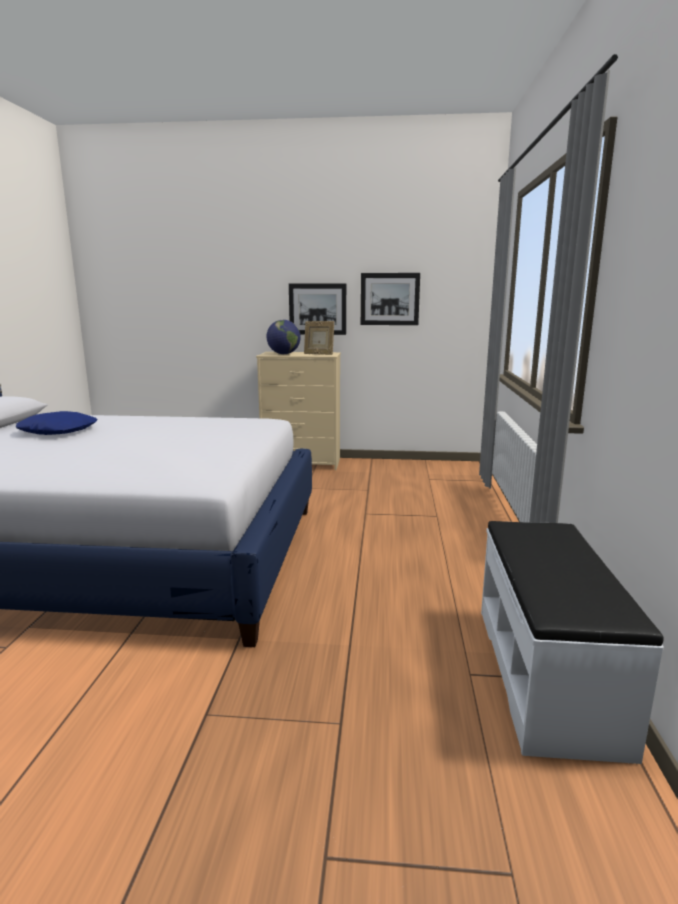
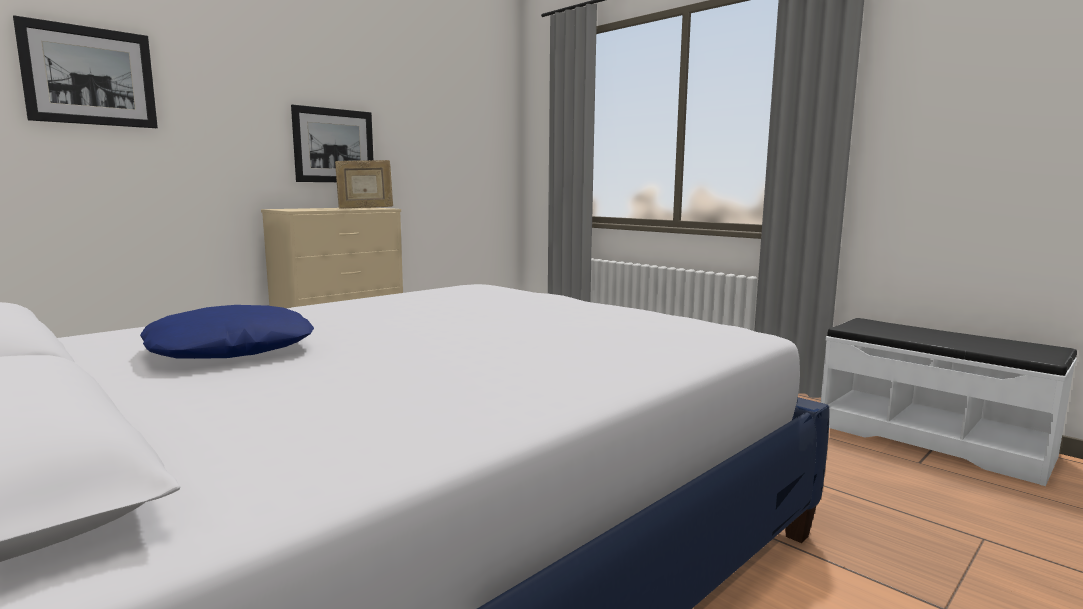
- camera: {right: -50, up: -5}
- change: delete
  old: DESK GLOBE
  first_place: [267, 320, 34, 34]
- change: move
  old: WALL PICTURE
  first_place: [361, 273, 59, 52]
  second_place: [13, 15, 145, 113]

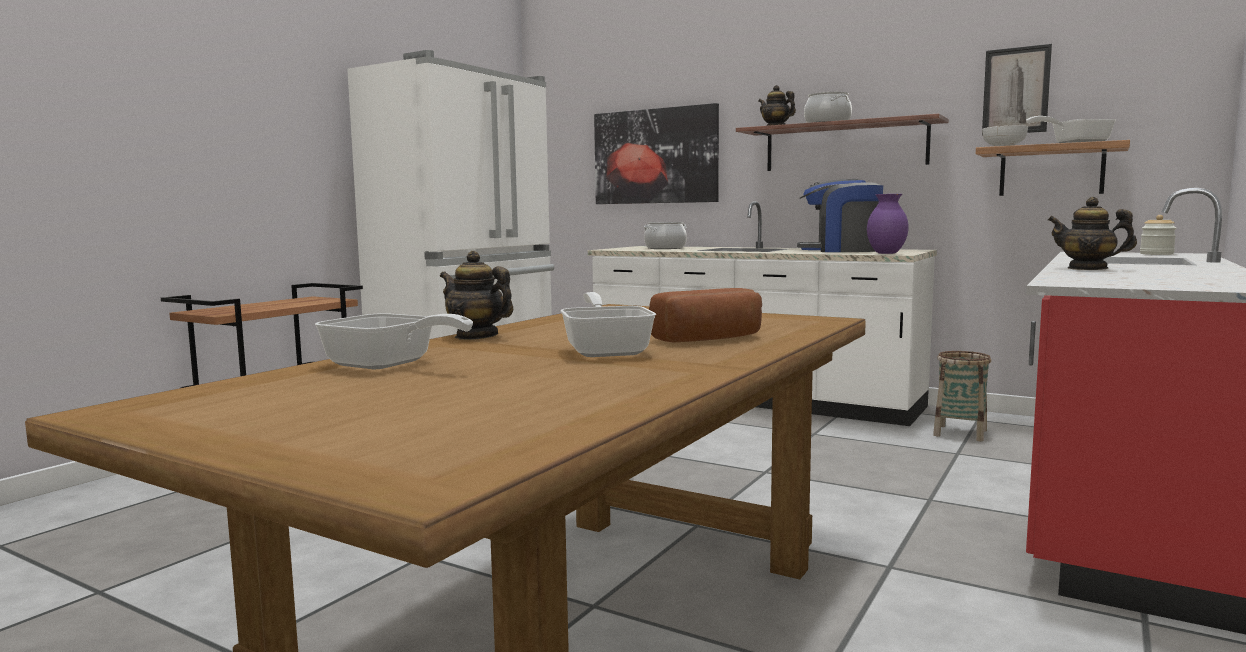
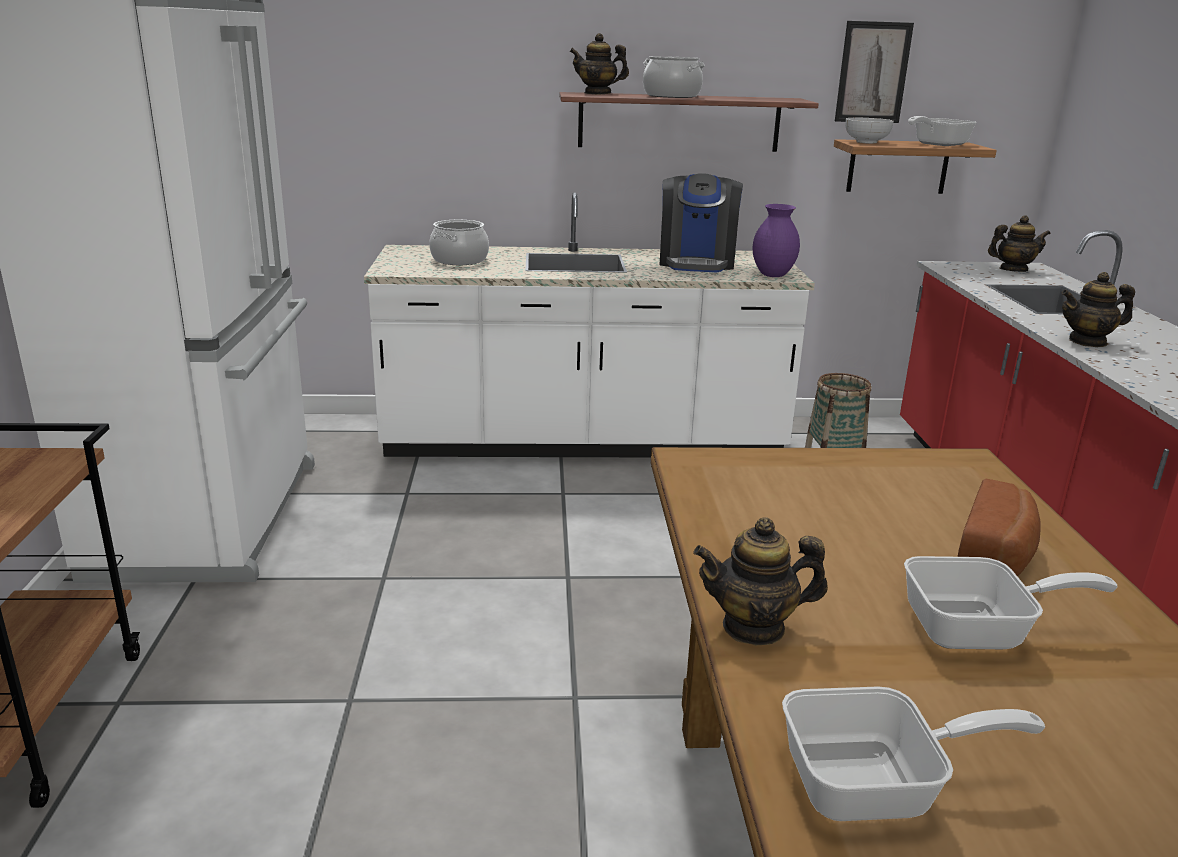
- camera: {right: -35, up: 15}
- change: delete
  old: WALL PICTURE
  first_place: [594, 103, 125, 101]
- change: replace
  old: JAR
  new: TEAPOT
  first_place: [1140, 215, 36, 40]
  second_place: [988, 215, 63, 57]
- change: rotate
  old: SKILLET
  first_place: [561, 292, 95, 65]
  second_place: [904, 556, 214, 93]
  degrees: 135
- change: rotate
  old: COFFEE MACHINE
  first_place: [797, 179, 86, 73]
  second_place: [660, 173, 83, 99]
  degrees: -60

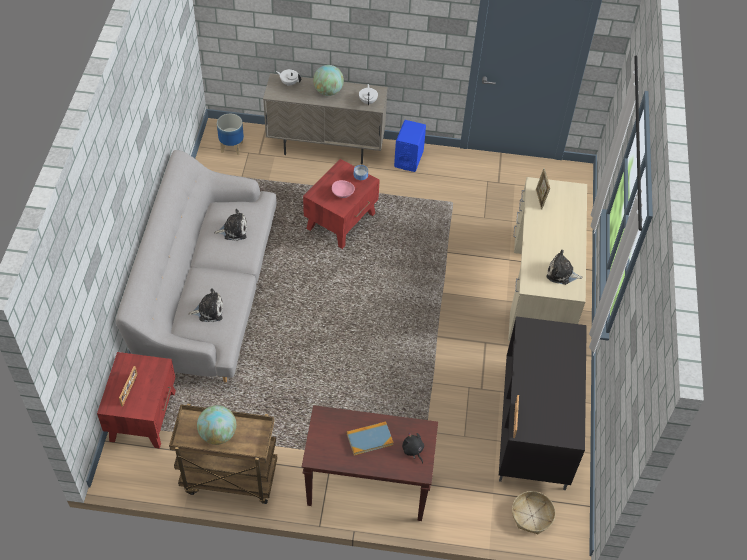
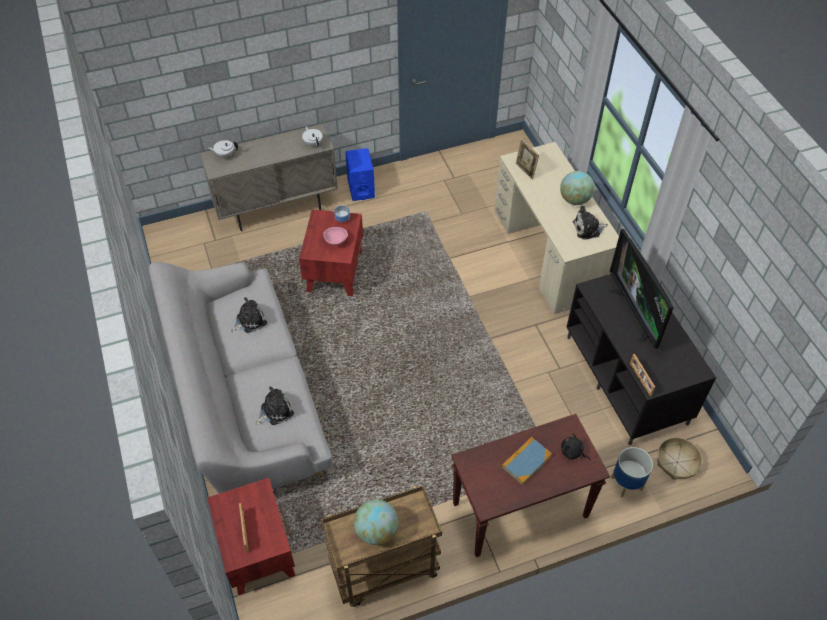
- camera: {right: -25, up: 0}
- change: insert
  new: TV
  second_place: [609, 229, 65, 120]
- change: move
  old: PLANTER
  first_place: [217, 114, 27, 41]
  second_place: [611, 447, 42, 50]
- change: move
  old: DESK GLOBE
  first_place: [313, 65, 31, 31]
  second_place: [560, 171, 35, 34]

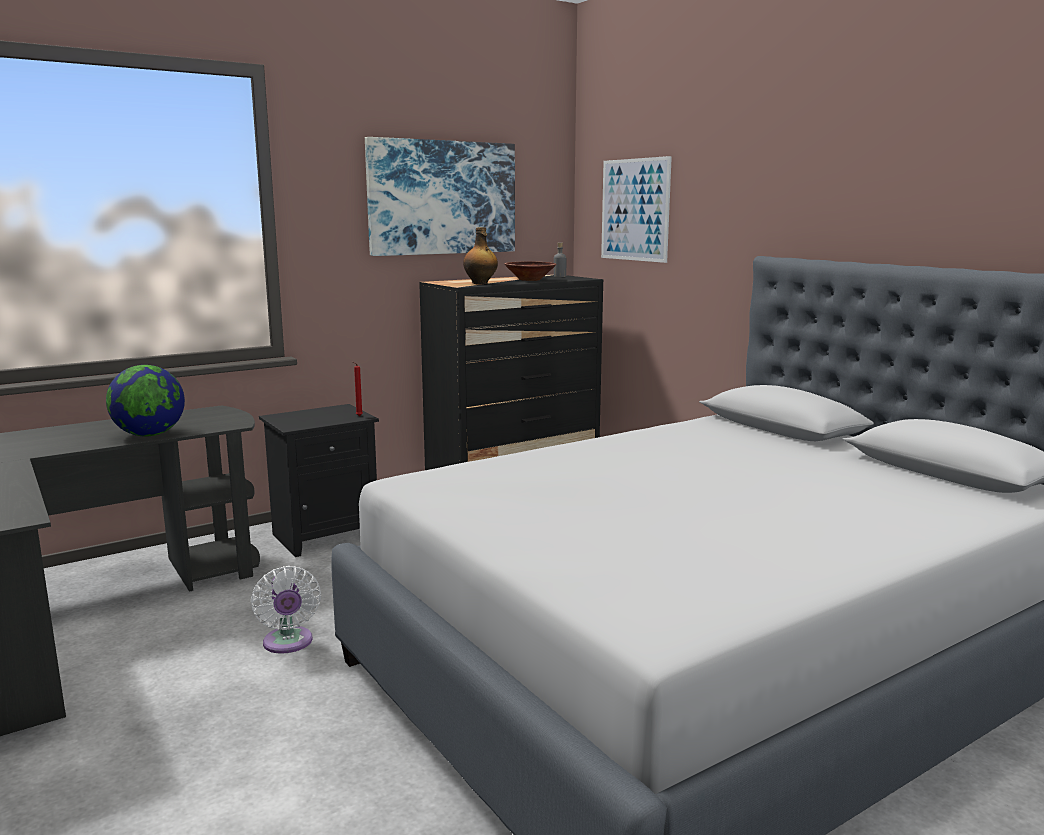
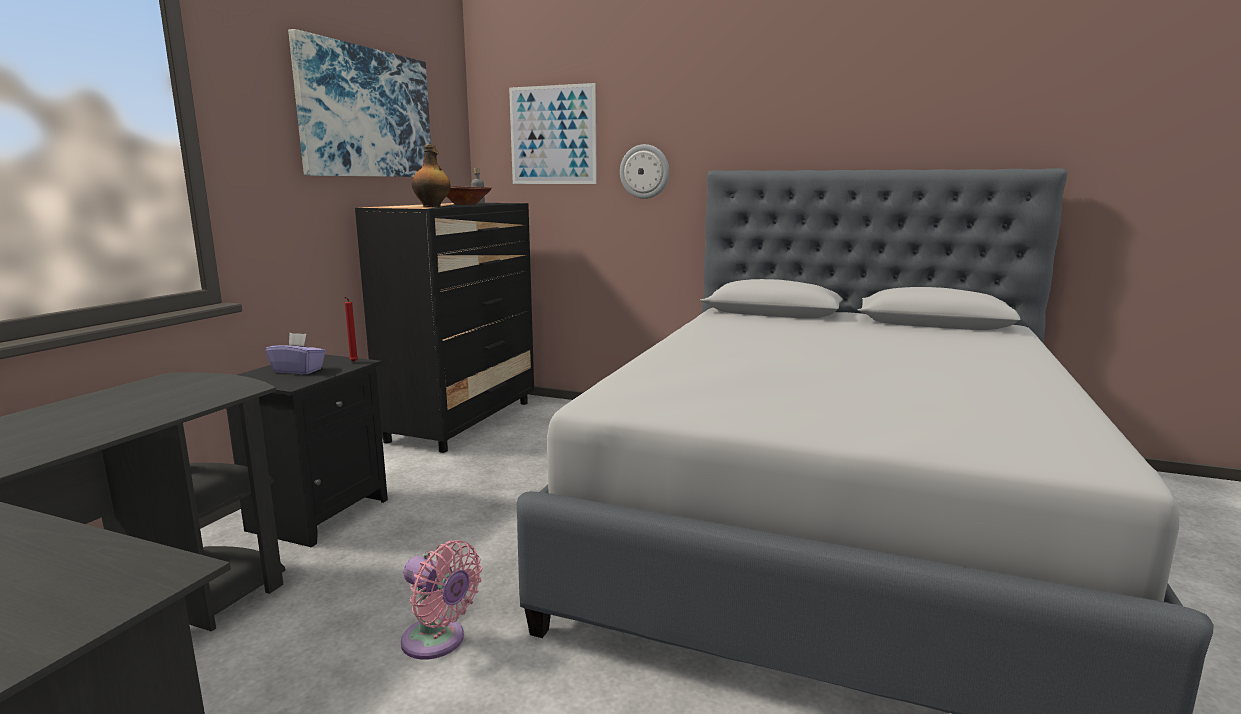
- camera: {right: -35, up: 0}
- change: delete
  old: DESK GLOBE
  first_place: [106, 365, 79, 72]
- change: insert
  new: PURPLISH TISSUE HOLDER
  second_place: [265, 333, 61, 41]
- change: insert
  new: WALL CLOCK
  second_place: [620, 144, 49, 55]
- change: recolor
  old: WHITISH ELECTRIC FAN
  new: PINK ELECTRIC FAN
  first_place: [251, 566, 70, 88]
  second_place: [401, 540, 81, 119]

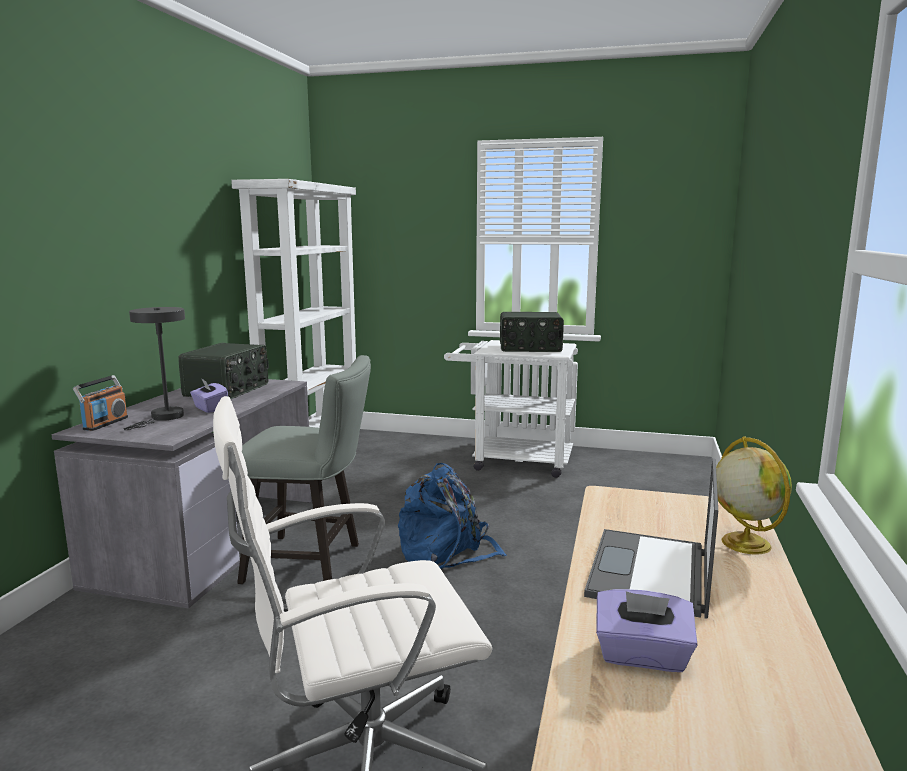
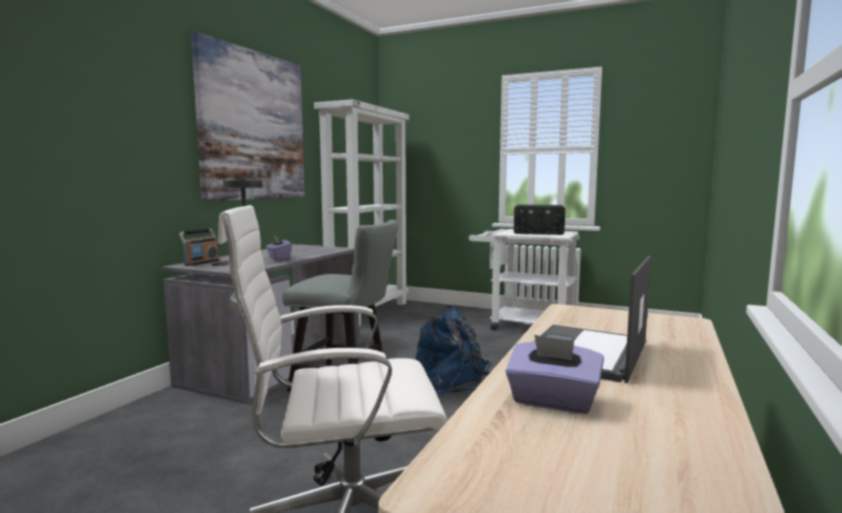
- camera: {right: 10, up: -5}
- change: delete
  old: RADIO
  first_place: [178, 343, 91, 56]
- change: delete
  old: DESK GLOBE
  first_place: [716, 436, 76, 118]
- change: insert
  new: WALL PICTURE
  second_place: [191, 32, 114, 169]

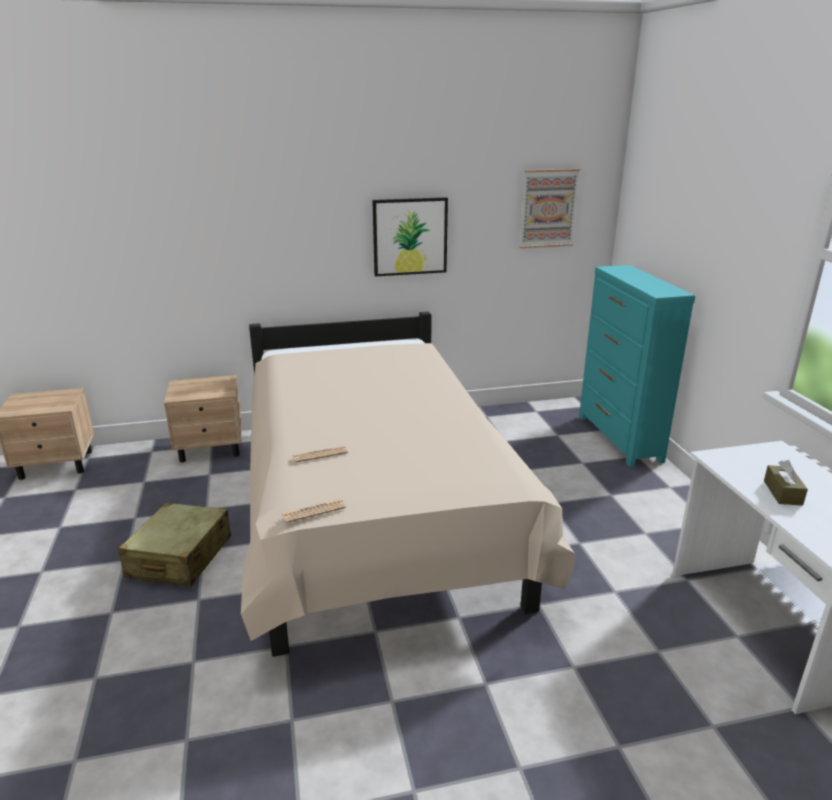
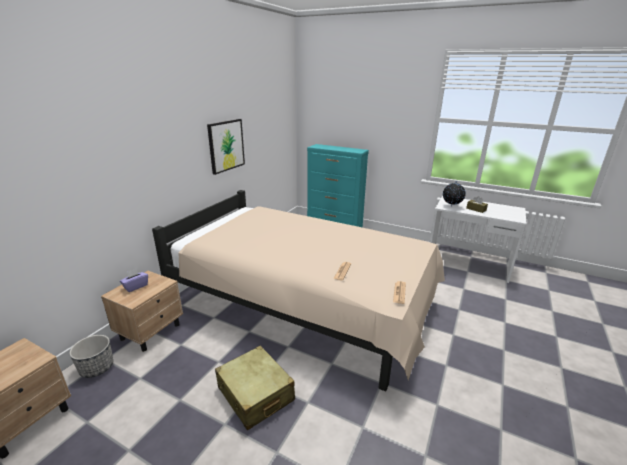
- camera: {right: -50, up: 0}
- change: delete
  old: WALL PICTURE
  first_place: [519, 169, 61, 79]
- change: insert
  new: PLANTER
  second_place: [69, 335, 45, 43]
- change: insert
  new: PURPLISH TISSUE HOLDER
  second_place: [120, 269, 28, 23]
- change: insert
  new: DESK GLOBE
  second_place: [443, 182, 23, 25]

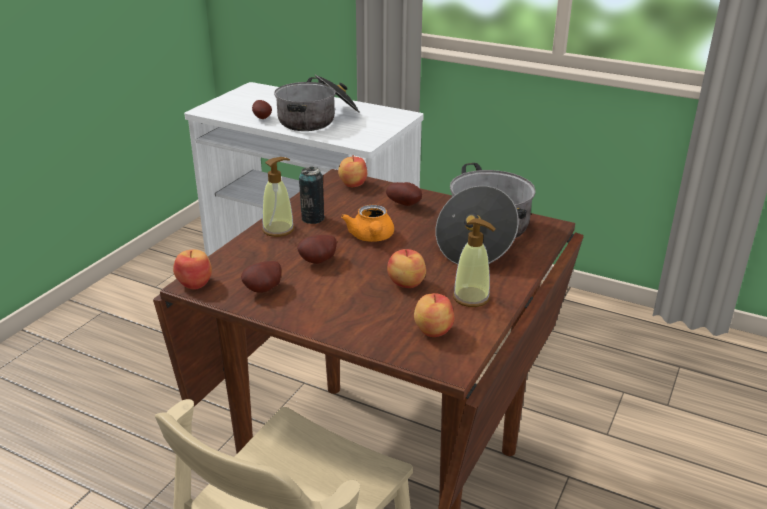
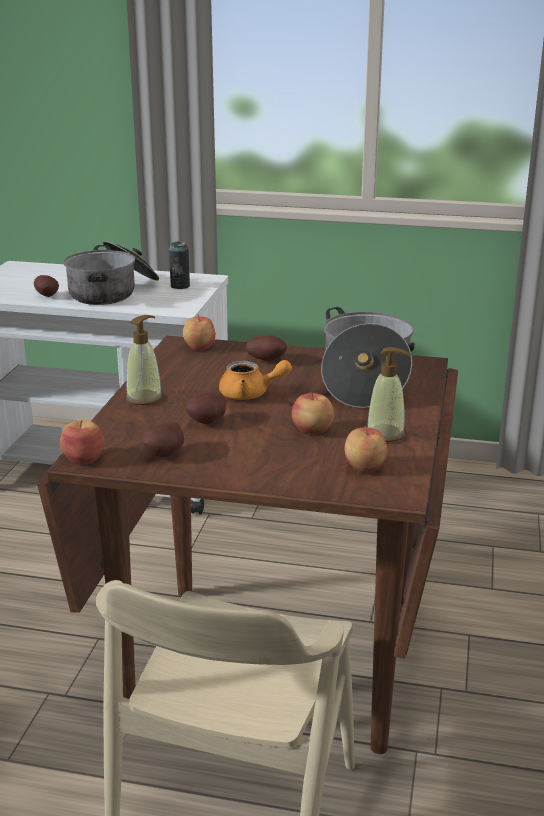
- camera: {right: -15, up: -5}
- change: move
  old: METAL CAN
  first_place: [299, 167, 26, 57]
  second_place: [169, 241, 21, 48]
- change: rotate
  old: ORANGE-COLOURED TEAPOT
  first_place: [341, 205, 53, 37]
  second_place: [219, 360, 73, 40]
  degrees: -60

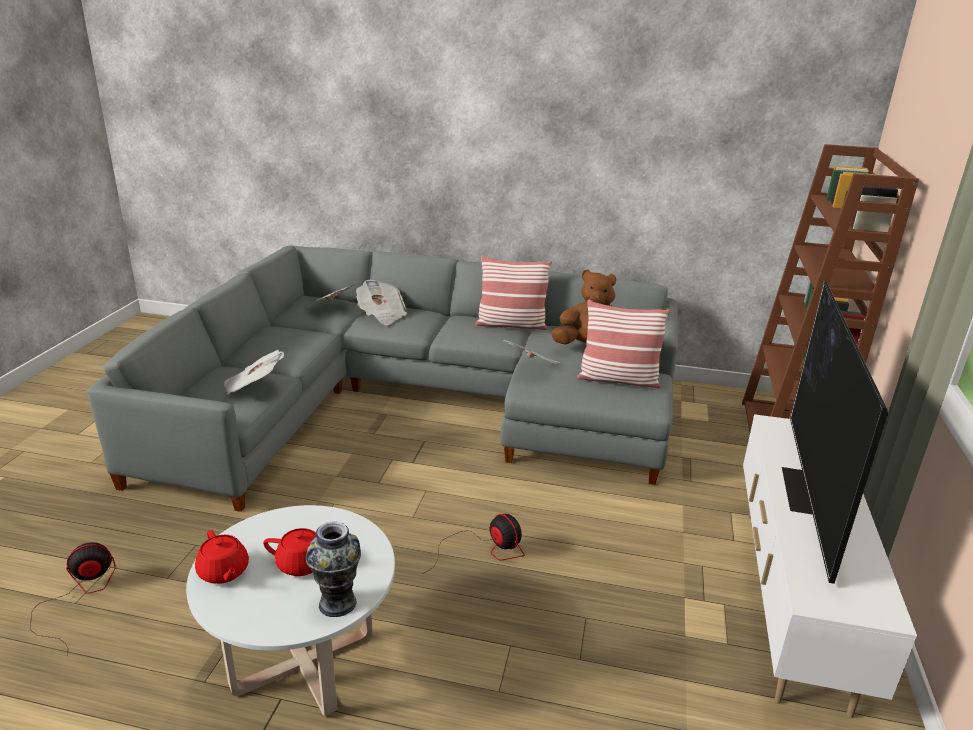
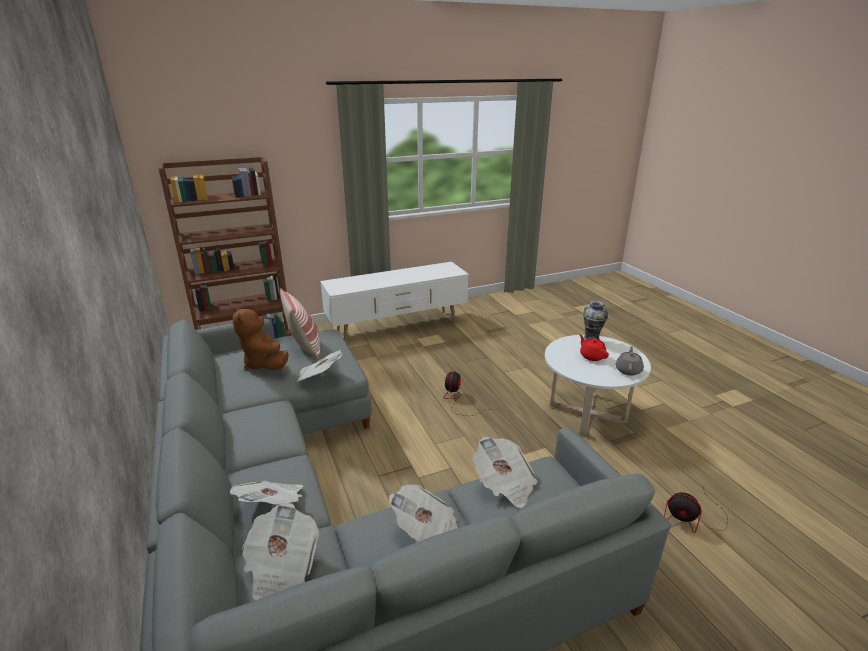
- camera: {right: -125, up: 0}
- change: delete
  old: CUSHION
  first_place: [475, 256, 77, 74]
- change: delete
  old: TV
  first_place: [782, 281, 106, 303]
- change: insert
  new: NEWSPAPER
  second_place: [389, 484, 69, 58]
- change: recolor
  old: RED-COLOURED TEAPOT
  new: GREY TEAPOT
  first_place: [195, 530, 54, 54]
  second_place: [616, 346, 28, 30]

